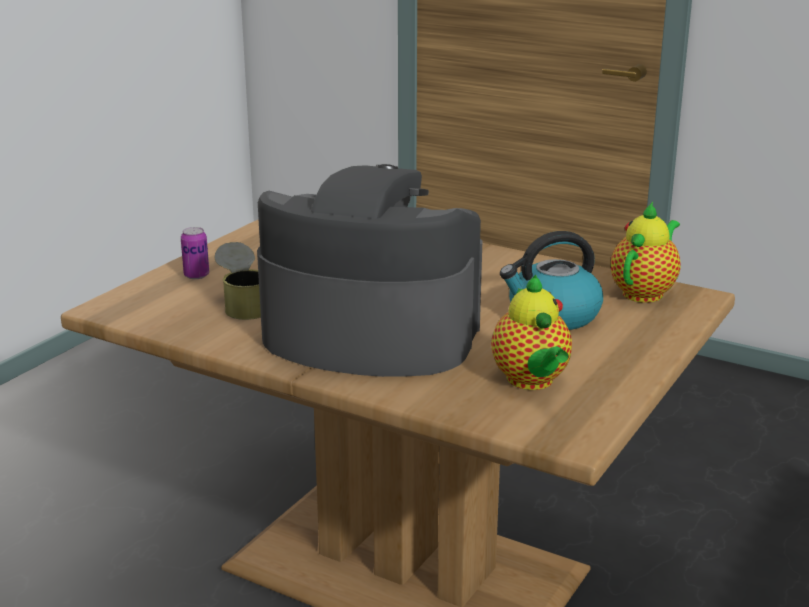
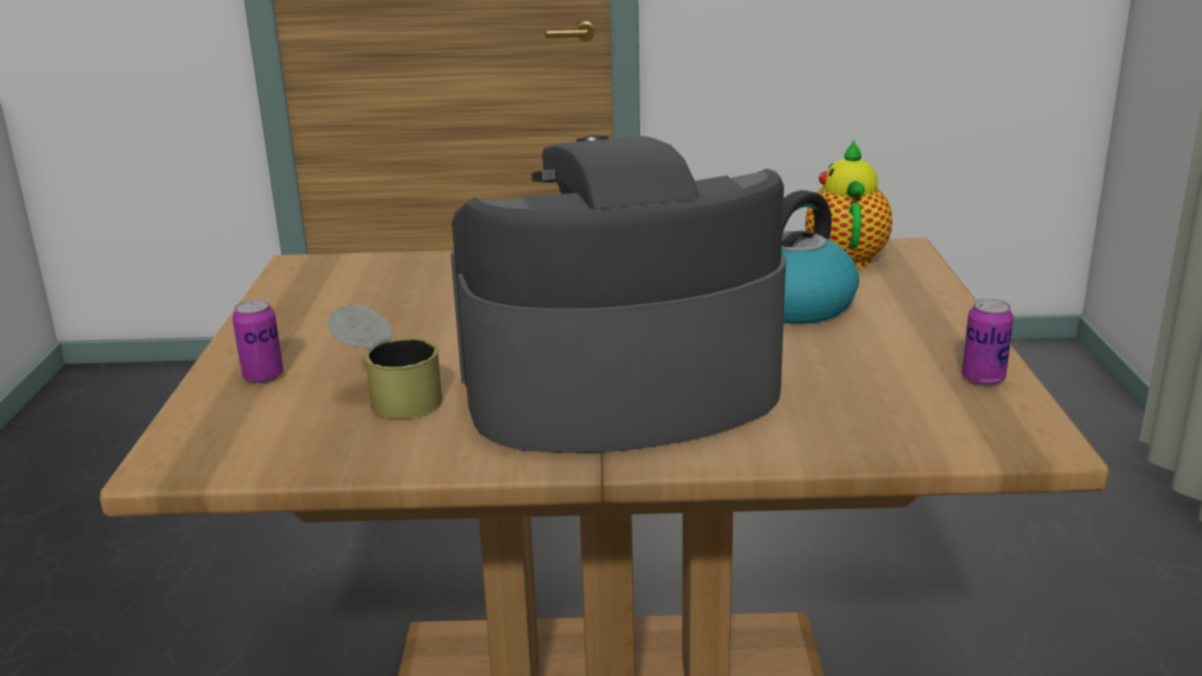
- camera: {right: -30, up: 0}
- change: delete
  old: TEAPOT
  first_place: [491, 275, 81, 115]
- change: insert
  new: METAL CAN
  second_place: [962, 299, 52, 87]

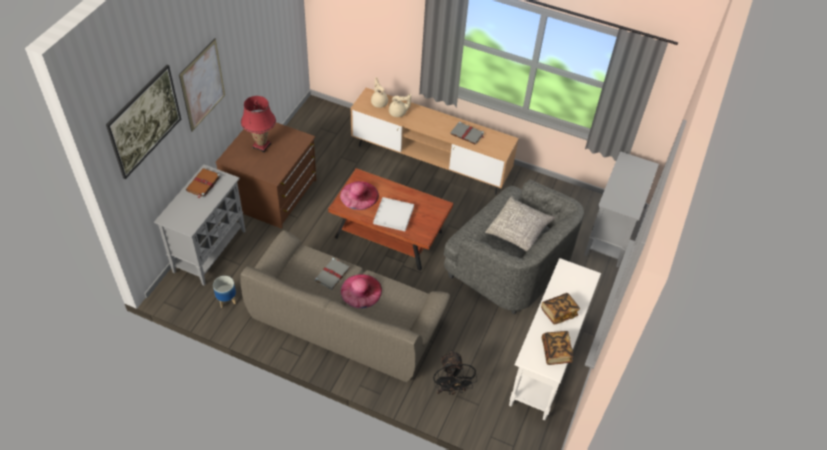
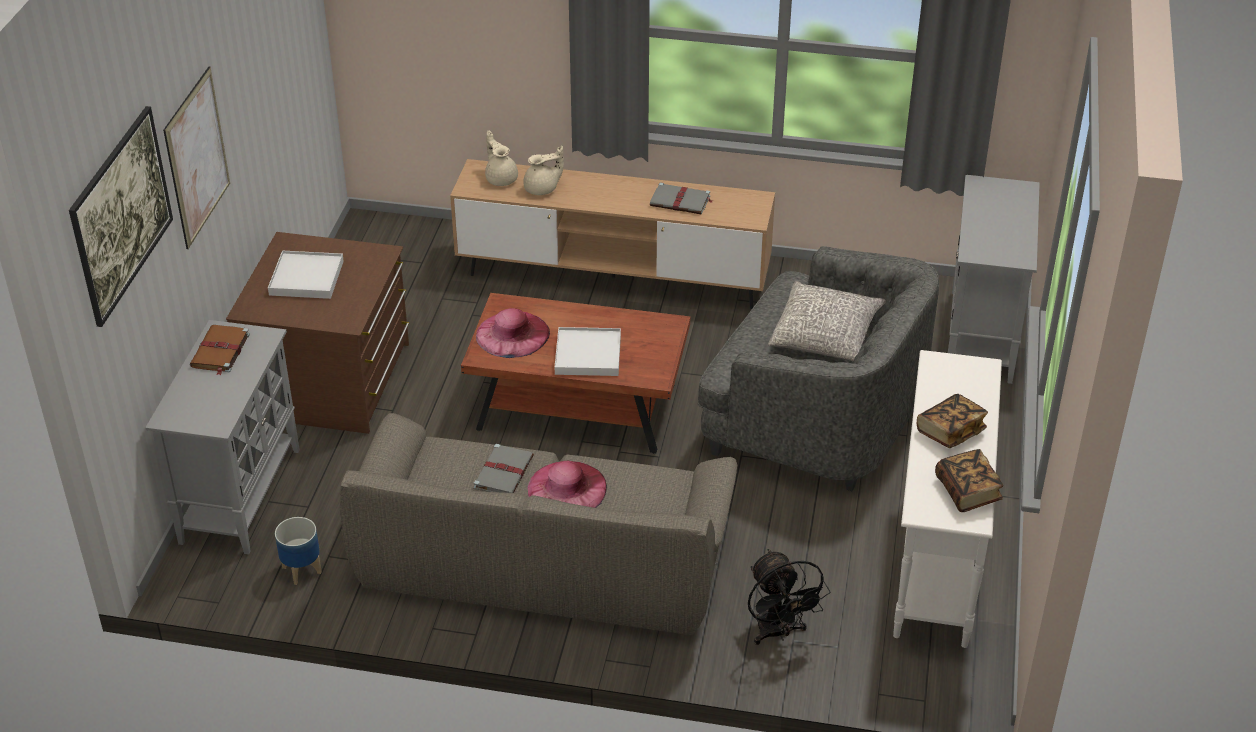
- camera: {right: -10, up: -10}
- change: replace
  old: RED-COLOURED TABLETOP LAMP
  new: WHITISH TRAY
  first_place: [241, 96, 35, 56]
  second_place: [268, 251, 76, 48]

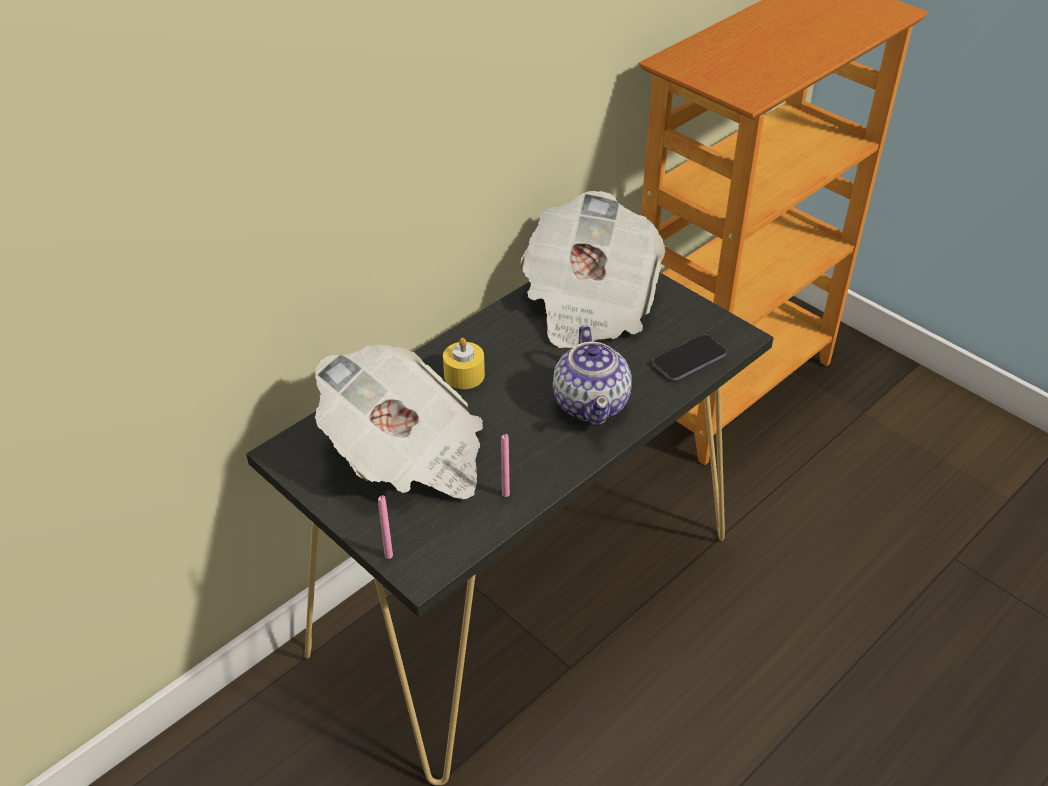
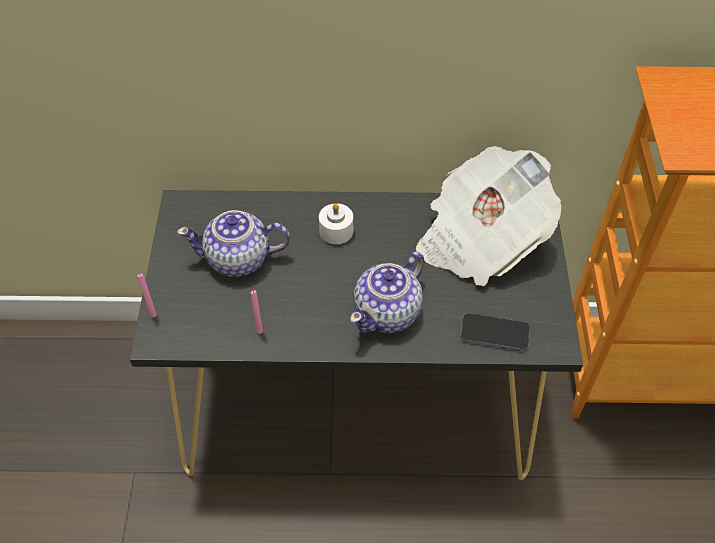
- camera: {right: 45, up: 10}
- change: replace
  old: NEWSPAPER
  new: TEAPOT
  first_place: [315, 345, 168, 154]
  second_place: [177, 210, 113, 67]
- change: recolor
  old: YELLOWISH CANDLE
  new: WHITISH CANDLE
  first_place: [443, 338, 42, 51]
  second_place: [319, 203, 34, 41]

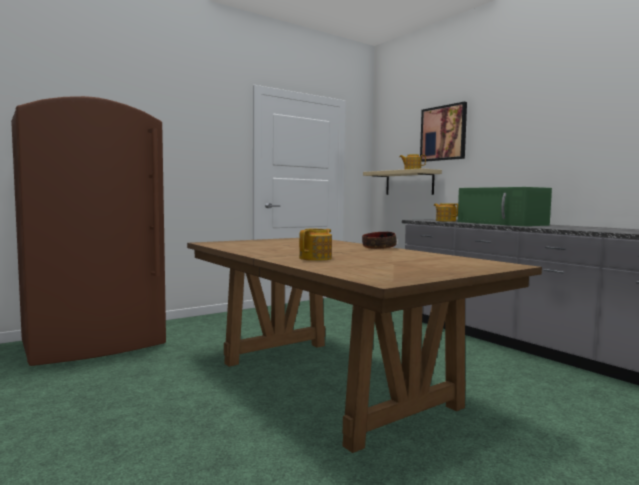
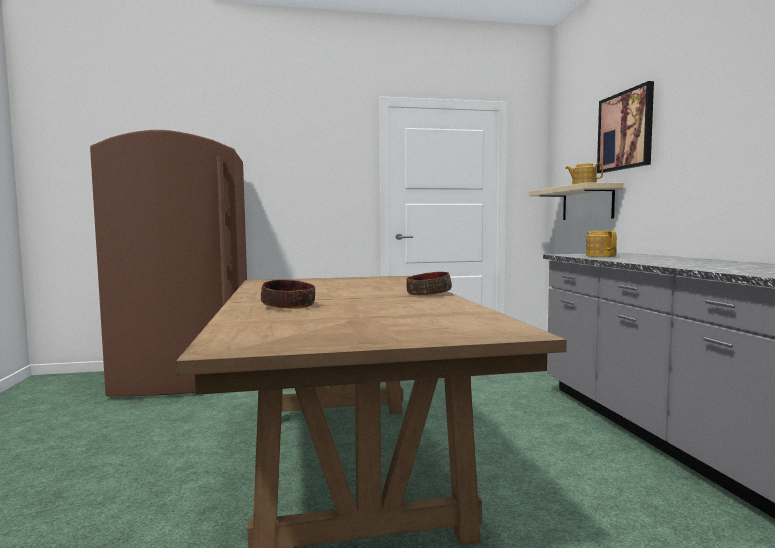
- camera: {right: 25, up: 0}
- change: delete
  old: GREEN-COLOURED MICROWAVE
  first_place: [458, 187, 94, 39]
- change: replace
  old: TEAPOT
  new: BOWL
  first_place: [299, 229, 33, 32]
  second_place: [261, 280, 54, 29]

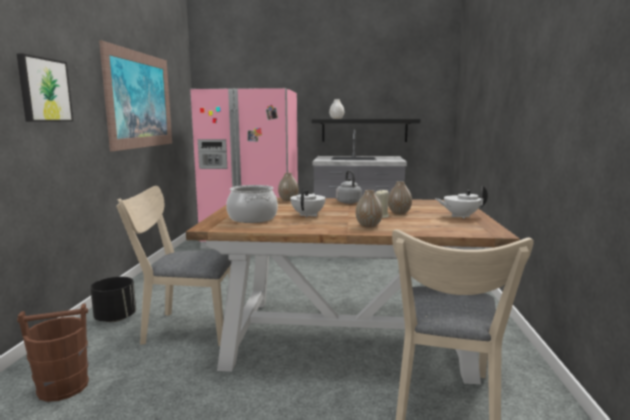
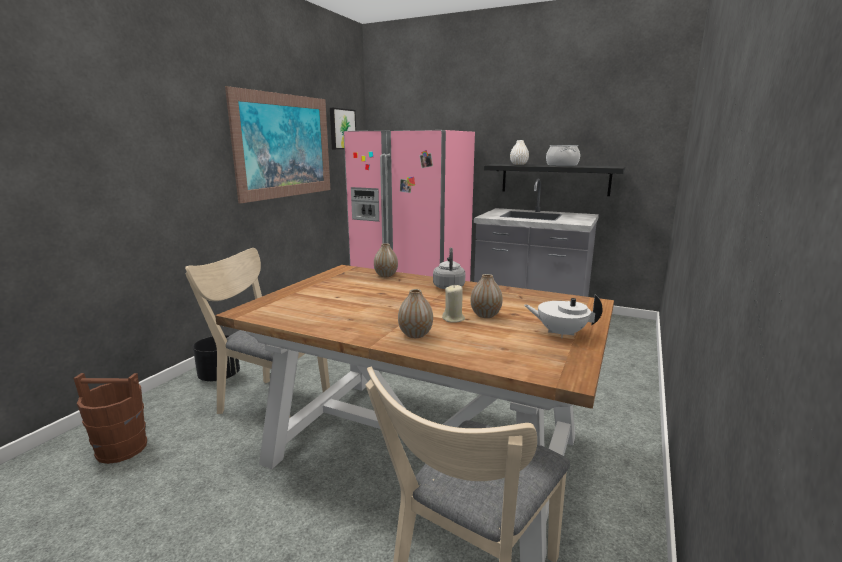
- camera: {right: 20, up: 5}
- change: delete
  old: WHITISH TEAPOT
  first_place: [290, 188, 36, 30]
- change: move
  old: WALL PICTURE
  first_place: [17, 54, 56, 68]
  second_place: [330, 108, 26, 41]
- change: move
  old: SAUCEPOT
  first_place: [226, 185, 52, 38]
  second_place: [546, 145, 34, 21]

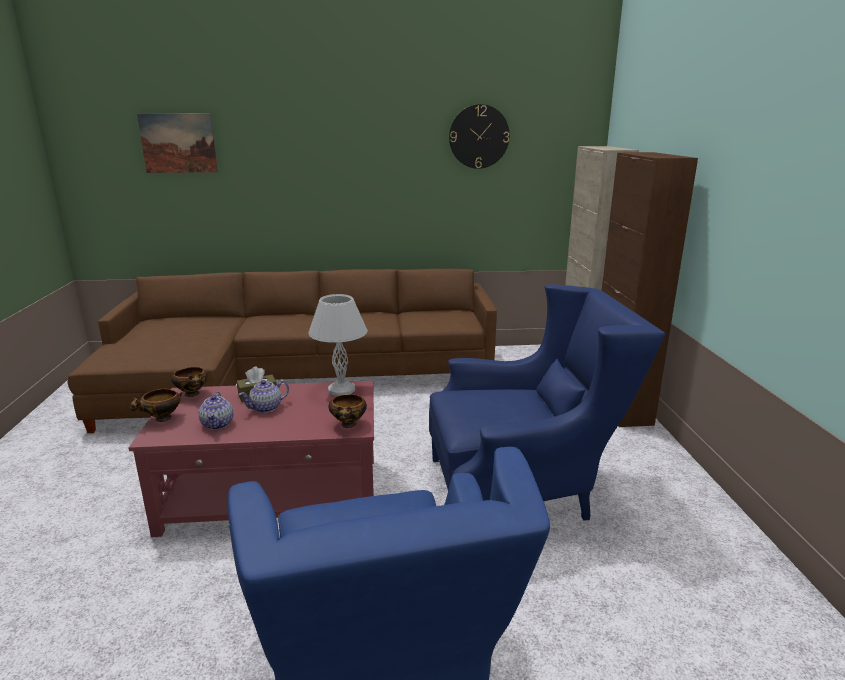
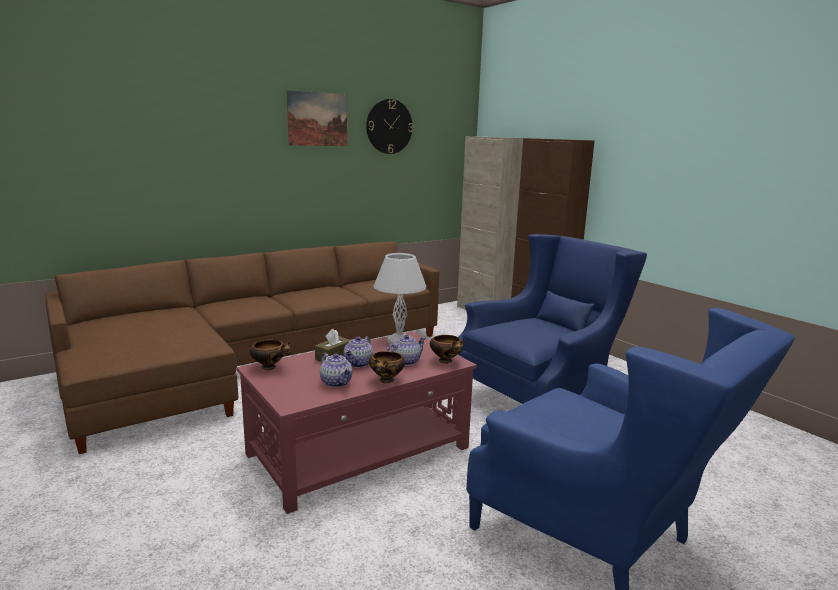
- camera: {right: -30, up: -5}
- change: insert
  new: TEAPOT
  second_place: [386, 335, 40, 31]
- change: move
  old: BOWL
  first_place: [130, 389, 52, 33]
  second_place: [369, 351, 36, 32]
- change: move
  old: WALL PICTURE
  first_place: [137, 113, 81, 60]
  second_place: [286, 90, 61, 56]

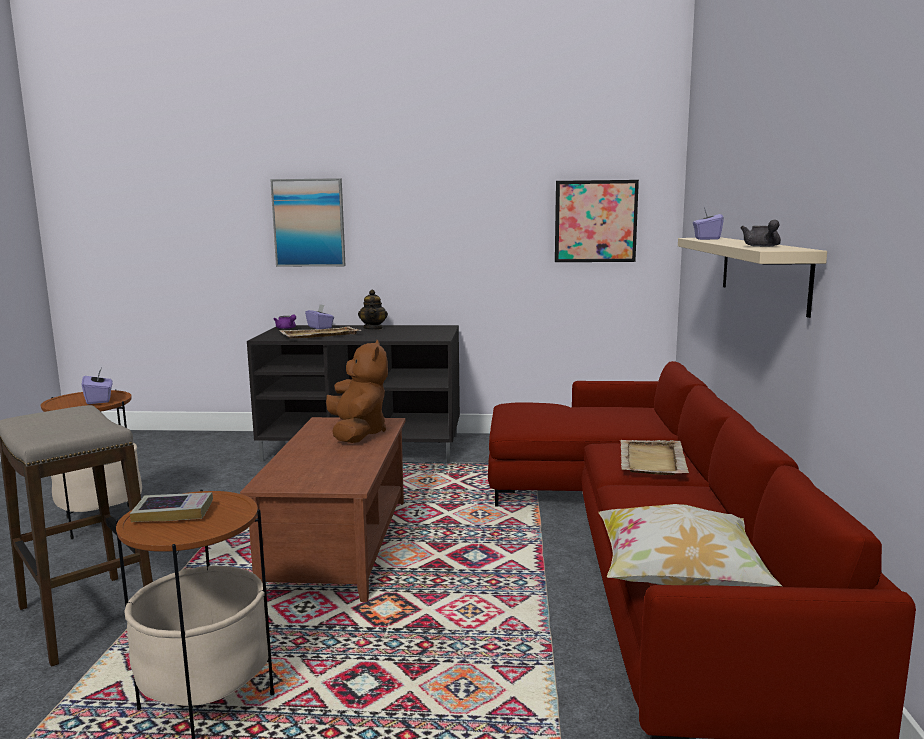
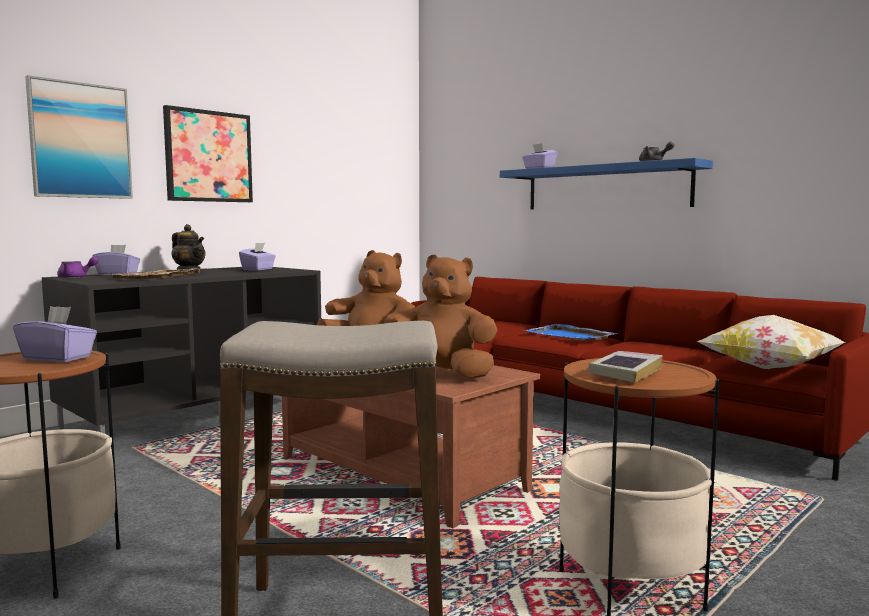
- camera: {right: -50, up: -5}
- change: insert
  new: PURPLISH TISSUE HOLDER
  second_place: [239, 243, 37, 28]
- change: insert
  new: BROWNISH CUDDLY TOY
  second_place: [384, 254, 113, 125]
- change: move
  old: WALL PICTURE
  first_place: [555, 180, 84, 82]
  second_place: [163, 105, 90, 97]
- change: recolor
  old: BEIGE TRAY
  new: BLUE TRAY
  first_place: [620, 440, 69, 35]
  second_place: [524, 324, 93, 17]
- change: recolor
  old: BEIGE BRACKET SHELF
  new: BLUE BRACKET SHELF
  first_place: [678, 238, 149, 80]
  second_place: [500, 158, 213, 51]

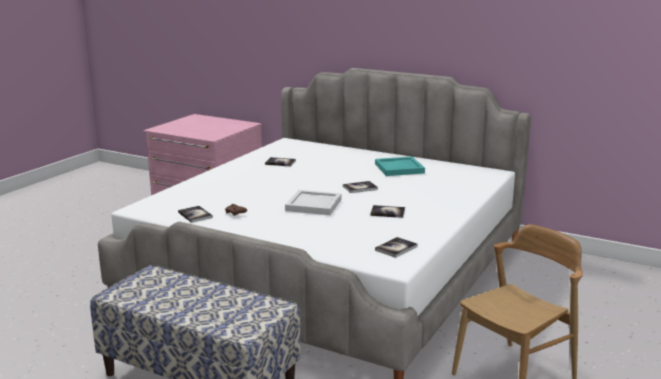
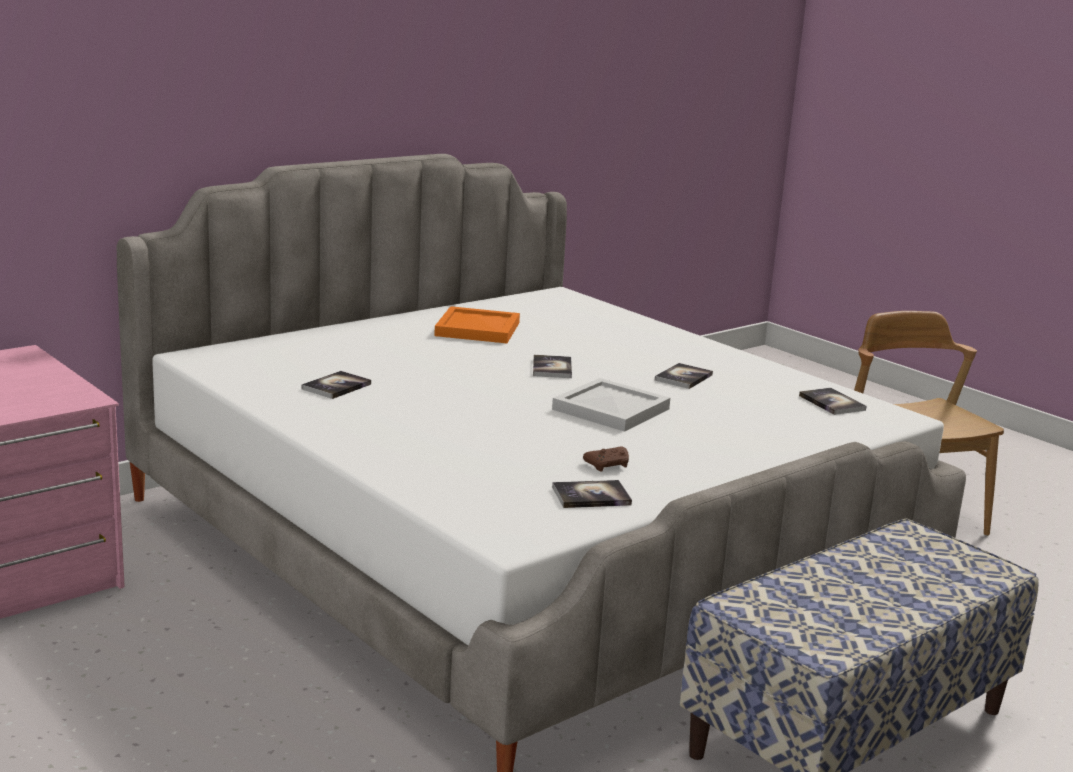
- camera: {right: -70, up: 0}
- change: recolor
  old: TURQUOISE TRAY
  new: ORANGE-COLOURED TRAY
  first_place: [375, 157, 50, 19]
  second_place: [434, 306, 86, 37]

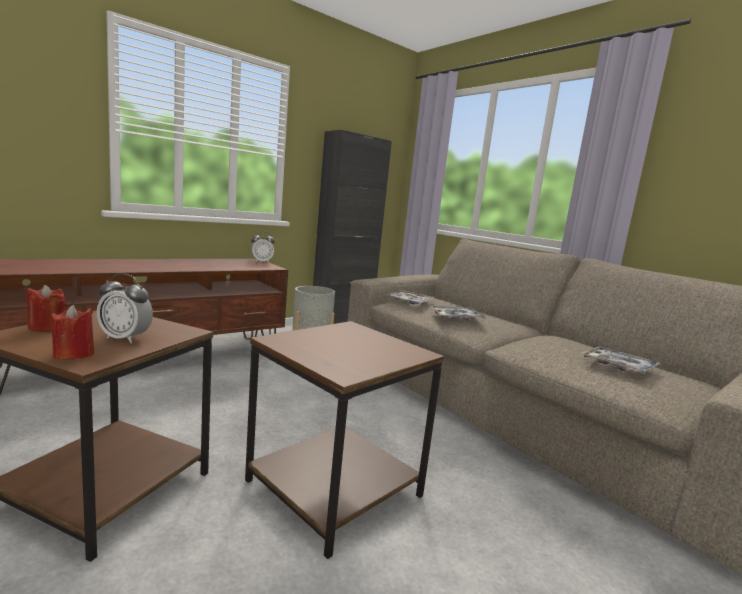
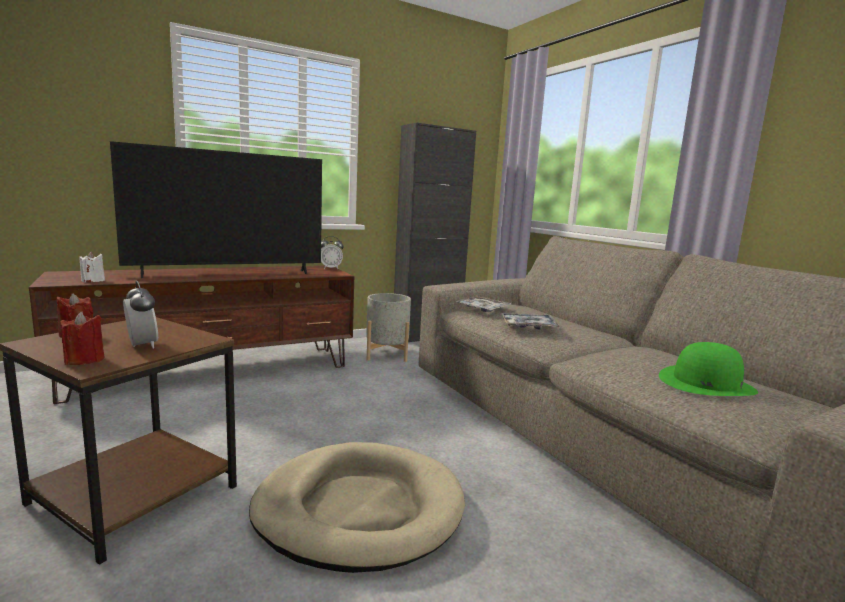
- camera: {right: 10, up: 0}
- change: insert
  new: WHITISH CANDLE
  second_place: [79, 252, 26, 30]
- change: insert
  new: TV
  second_place: [110, 141, 212, 137]
- change: replace
  old: BROWNISH END TABLE
  new: BEIGE DOG CUSHION
  first_place: [245, 321, 199, 238]
  second_place: [249, 442, 216, 131]
- change: replace
  old: TRAY
  new: GREEN-COLOURED CLOTHING HAT
  first_place: [580, 346, 81, 28]
  second_place: [659, 342, 99, 54]
- change: rotate
  old: TABLE CLOCK
  first_place: [97, 273, 56, 70]
  second_place: [123, 281, 35, 68]
  degrees: -150

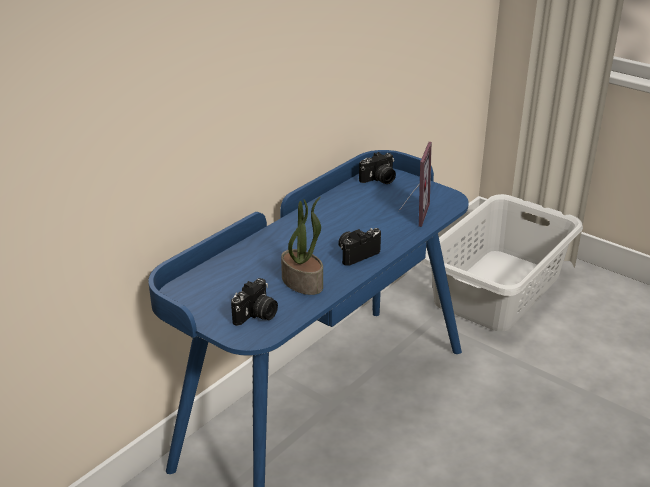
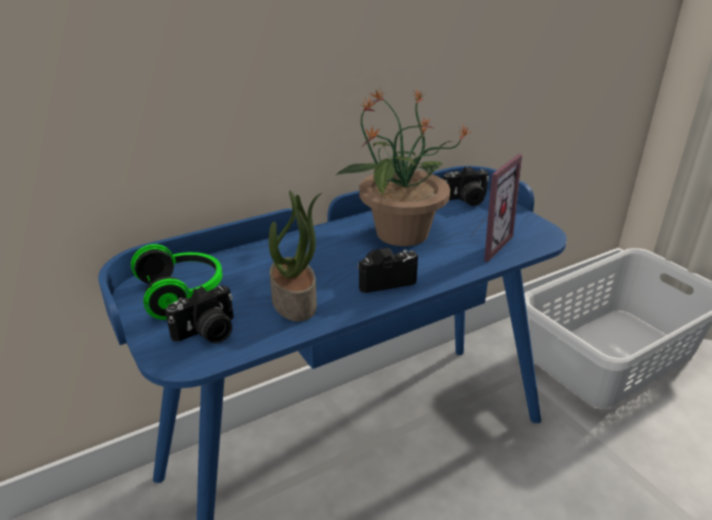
- camera: {right: 20, up: 0}
- change: insert
  new: HEADSET
  second_place: [131, 244, 91, 76]
- change: insert
  new: PLANT IN A POT
  second_place: [335, 89, 136, 157]

